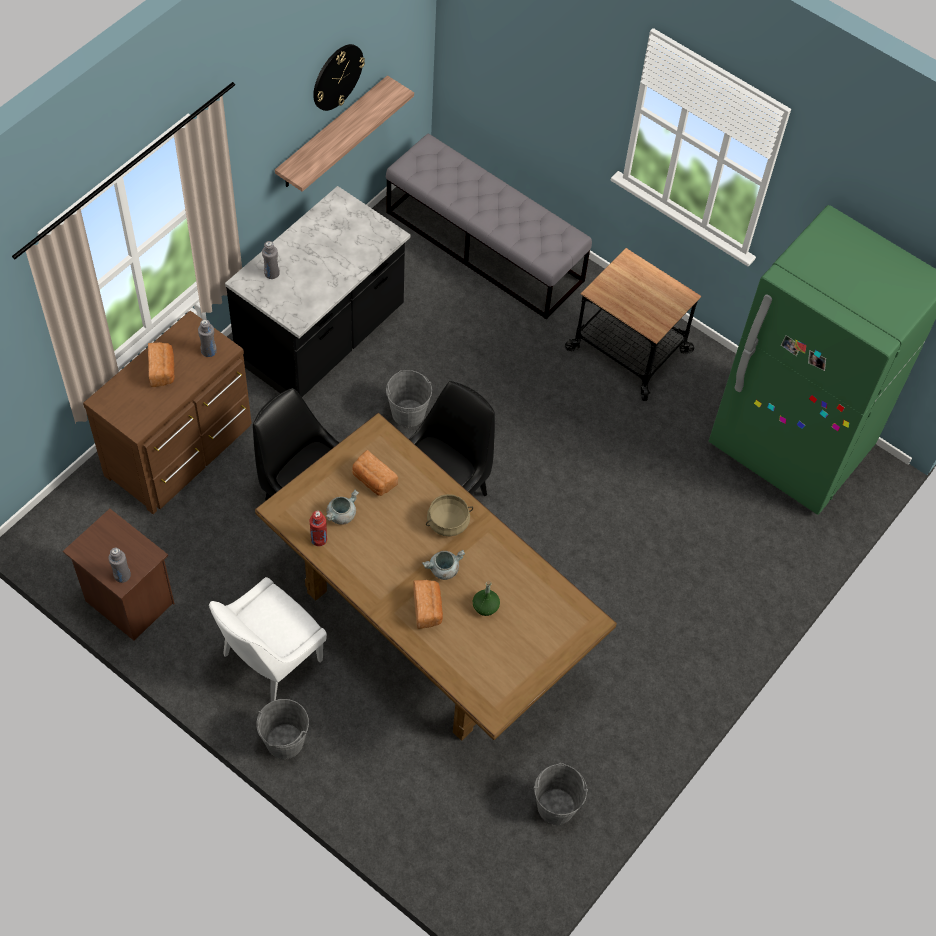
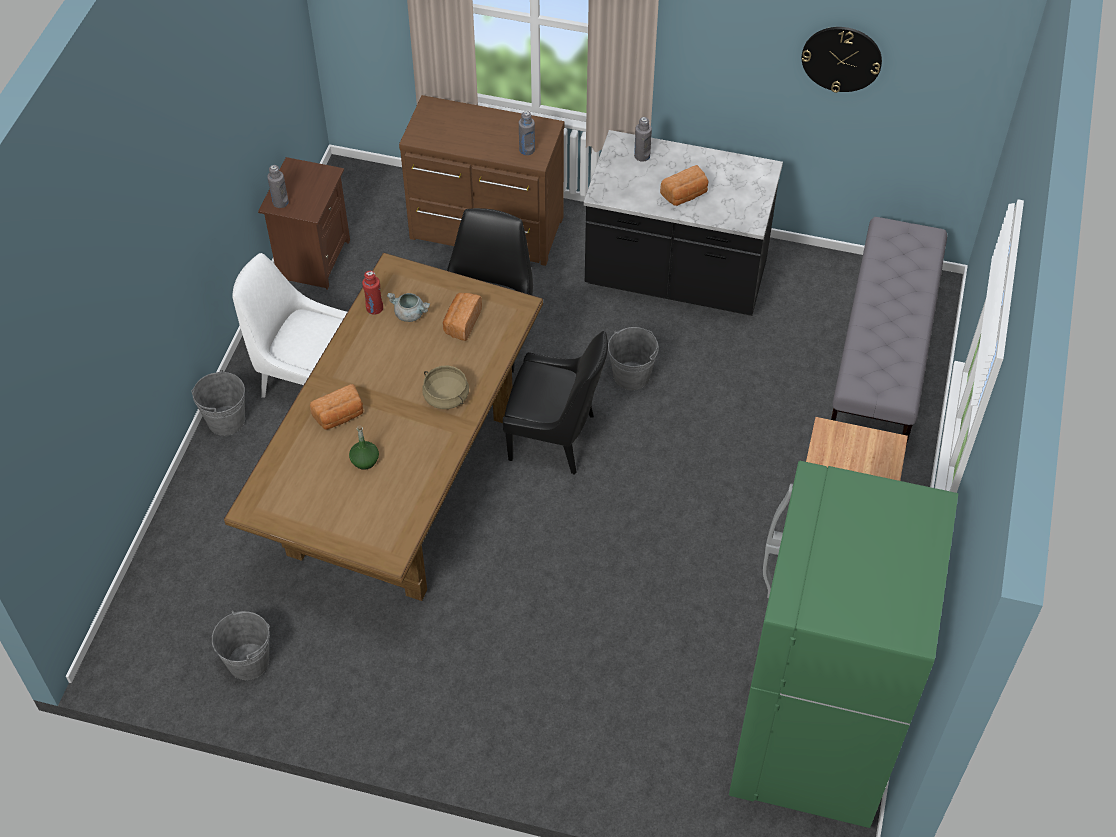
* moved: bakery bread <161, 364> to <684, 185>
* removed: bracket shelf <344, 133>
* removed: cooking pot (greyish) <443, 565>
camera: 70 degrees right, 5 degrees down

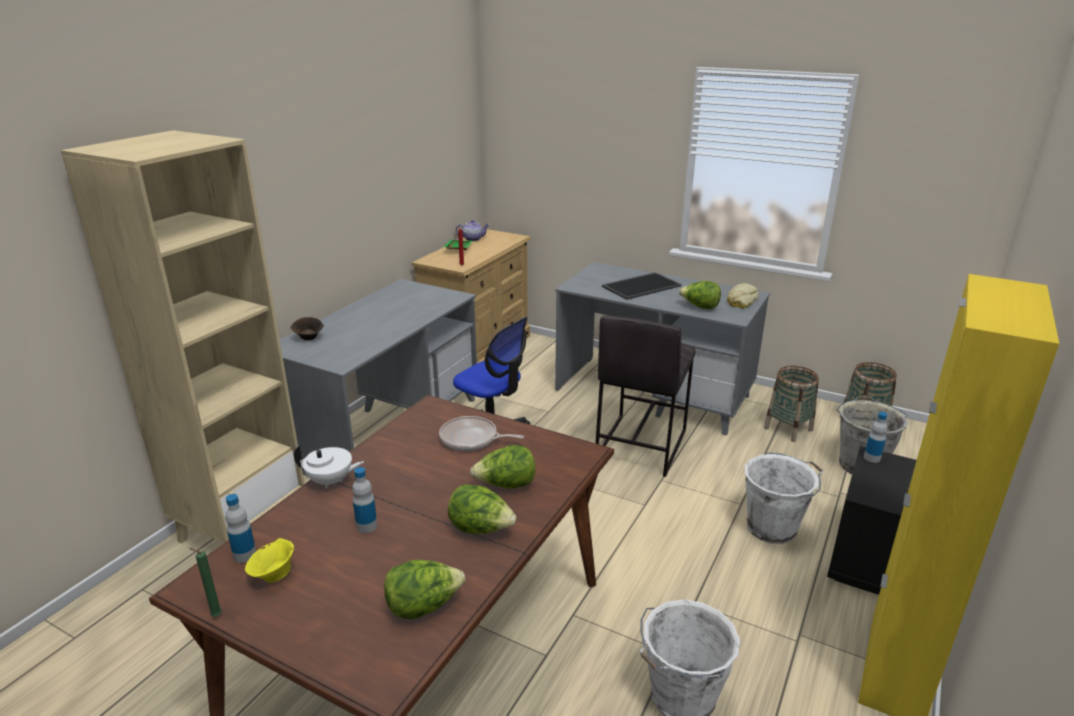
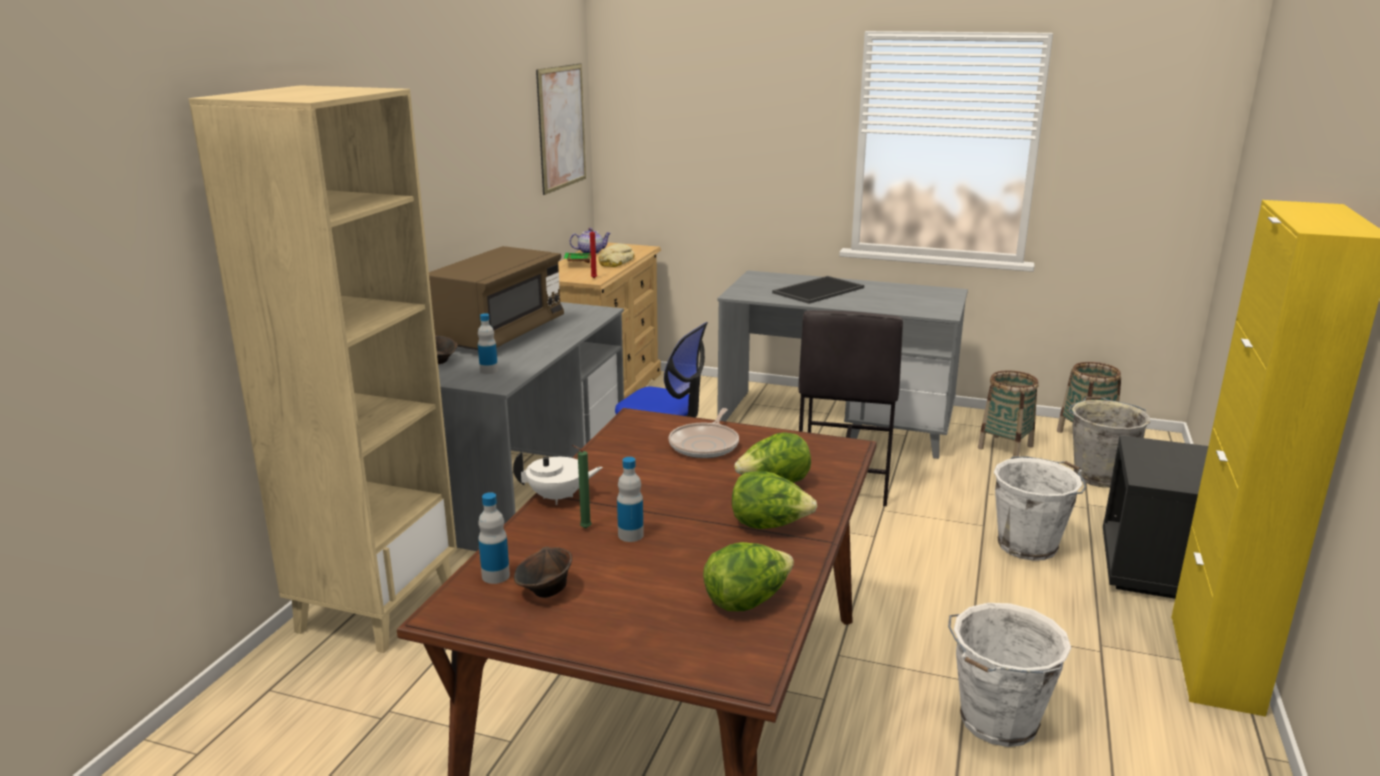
* added: microwave (brown) <496, 298>
* moved: bottle <875, 437> to <488, 343>
* recoloured: deep dish (yellow) <269, 560> to deep dish (brown) <543, 572>
* added: wall art <561, 129>
* moved: wax candle (green-coloured) <205, 582> to <582, 486>
* moved: bakery bread <743, 295> to <616, 255>
* turned: pan <481, 433> = <704, 433> 75 degrees counterclockwise
* removed: head of lettuce <700, 295>
camera: 10 degrees left, 5 degrees down

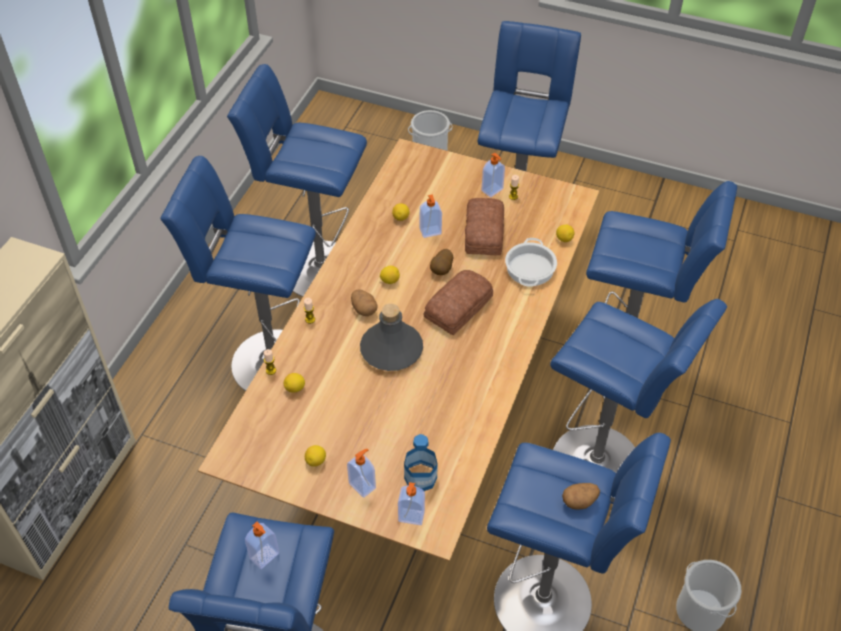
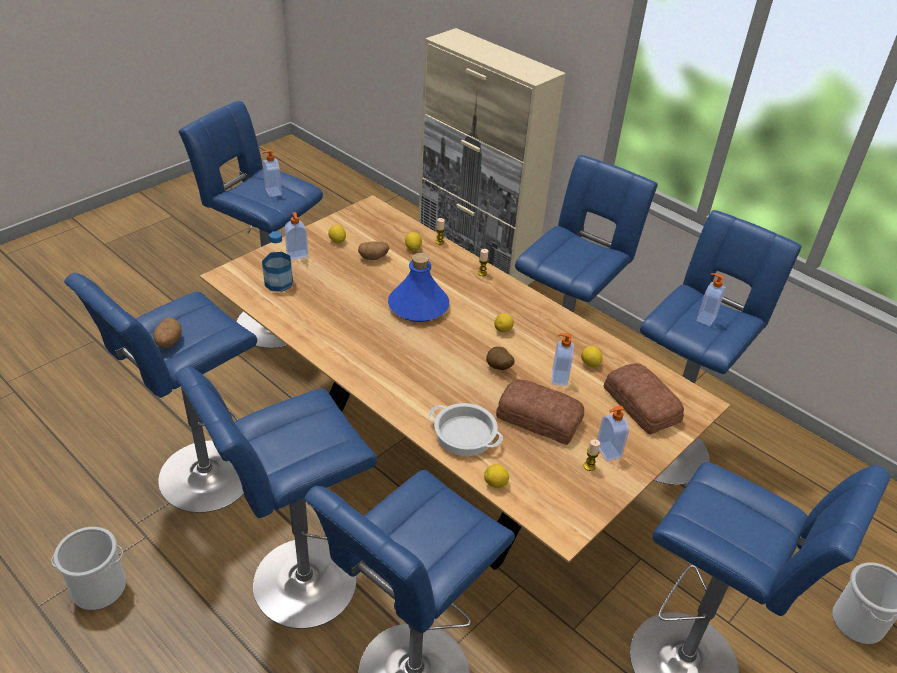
* moved: potato <364, 303> to <373, 251>
* recoloured: bottle (greyish) <391, 337> to bottle (blue-coloured) <418, 287>
* moved: bakery bread <458, 302> to <644, 399>
* moved: soap bottle <411, 503> to <711, 299>
camera: 110 degrees right, 10 degrees down

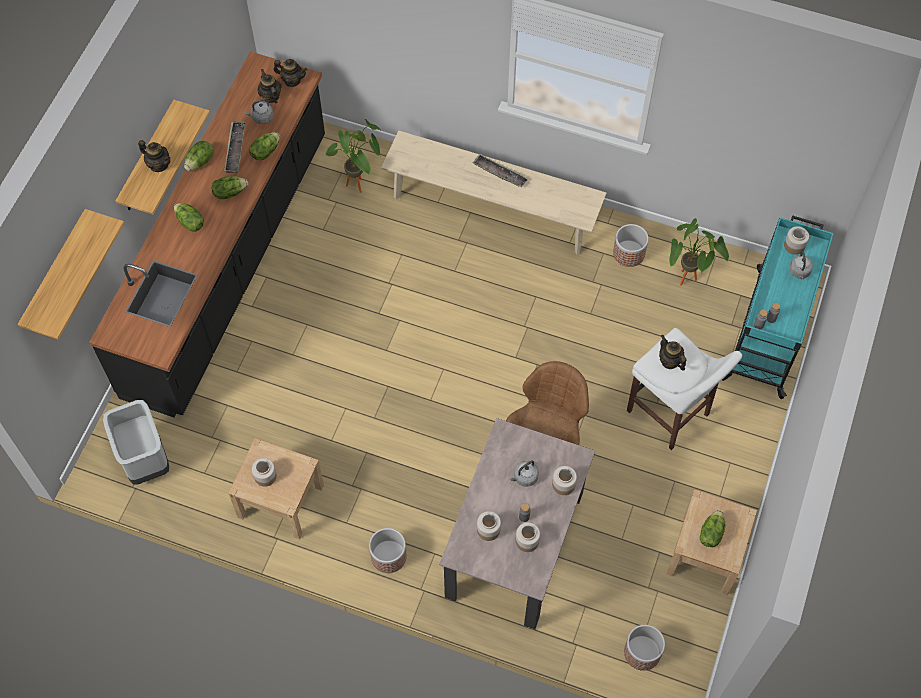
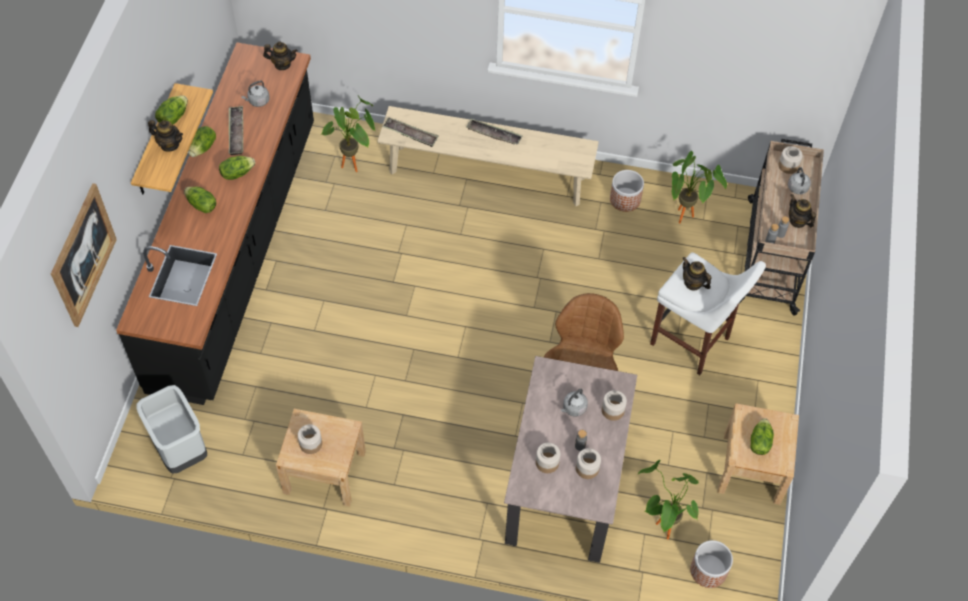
* replaced: bracket shelf <71, 274> to wall art <84, 255>
* moved: head of lettuce <264, 146> to <171, 109>
* added: tray <411, 132>
* added: plant in a pot <668, 499>
* recoloured: trolley (blue-green) <778, 307> to trolley (beige) <781, 227>
* moved: teapot <269, 86> to <802, 211>
* removed: planter <388, 550>
camera: 10 degrees left, 5 degrees down

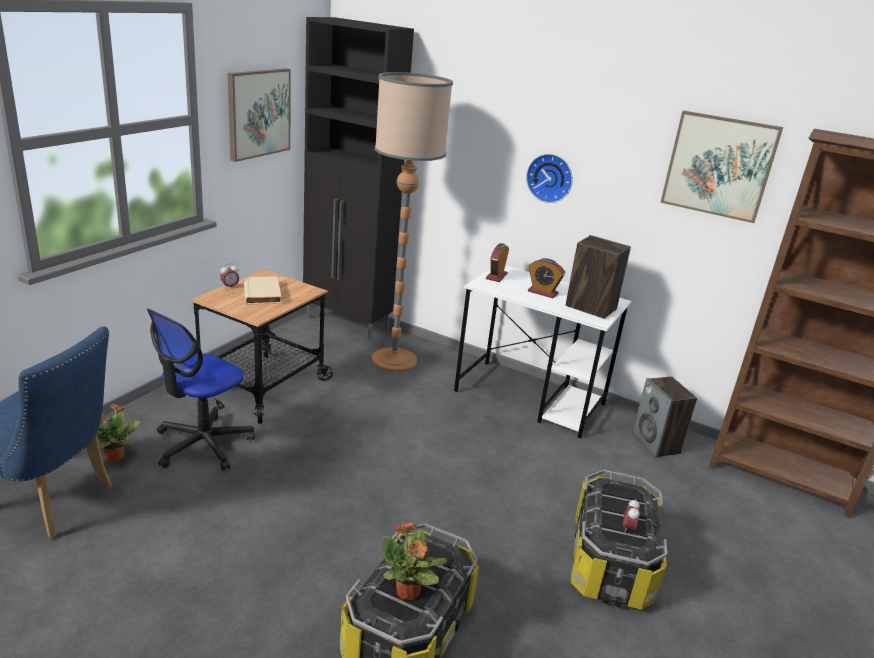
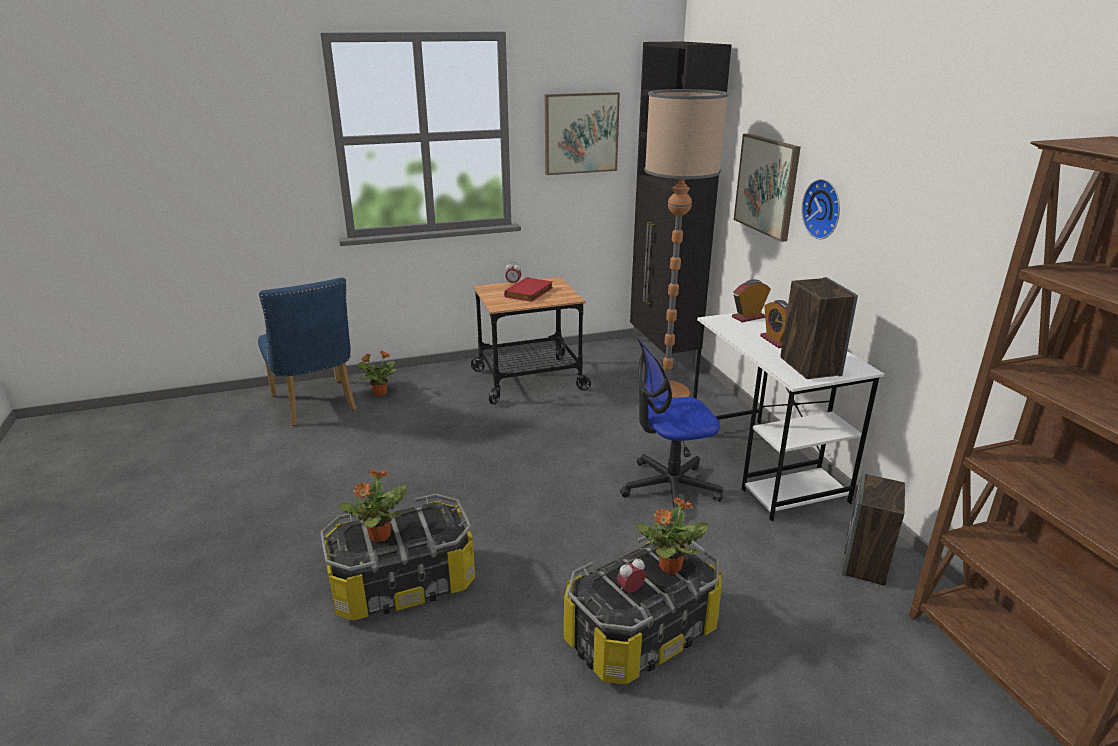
* recoloured: bound book (beige) <262, 290> to bound book (red) <528, 289>
* moved: office chair <201, 390> to <671, 422>
* added: plant in a pot <672, 535>
* moved: wall art <721, 167> to <767, 187>
camera: 45 degrees right, 0 degrees up

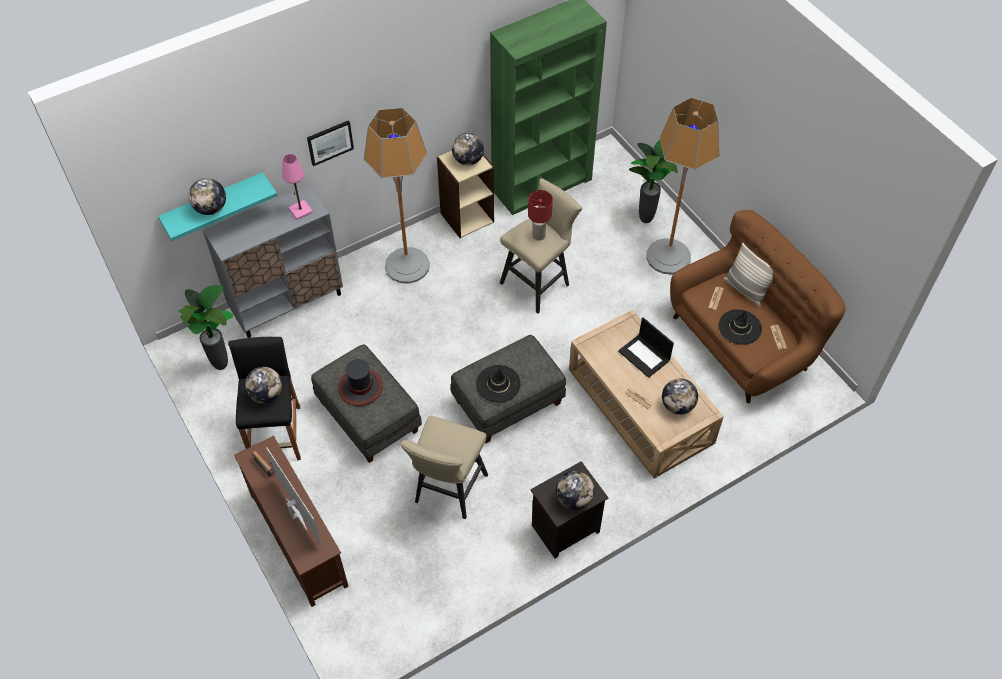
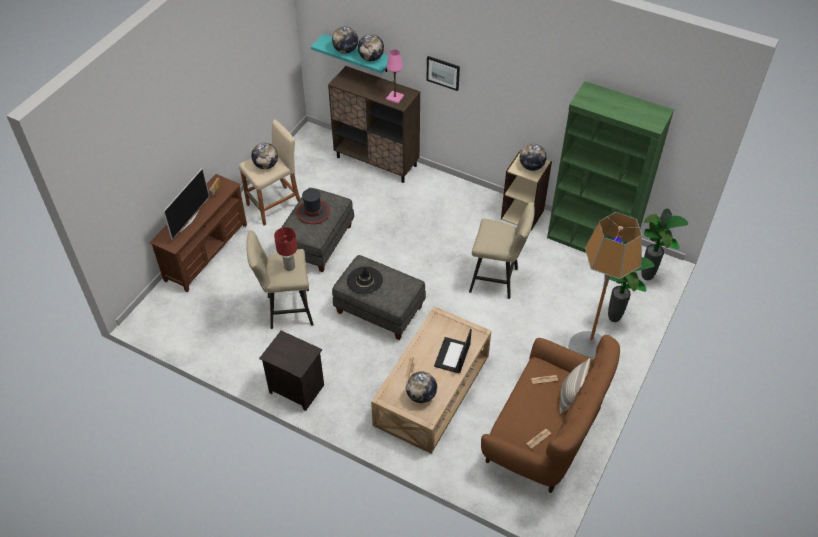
* recoloured: stool (black) <264, 398> to stool (beige) <270, 172>
* moved: table lamp (red) <540, 215> to <285, 249>
* recoloured: cabinet (greyish) <273, 261> to cabinet (brown) <374, 124>
* moved: globe <575, 490> to <371, 47>
* moved: plant in a pot <206, 327> to <664, 244>
* removed: standard lamp <397, 196>
* removed: wearable hat (black) <740, 327>
camera: 60 degrees right, 5 degrees down

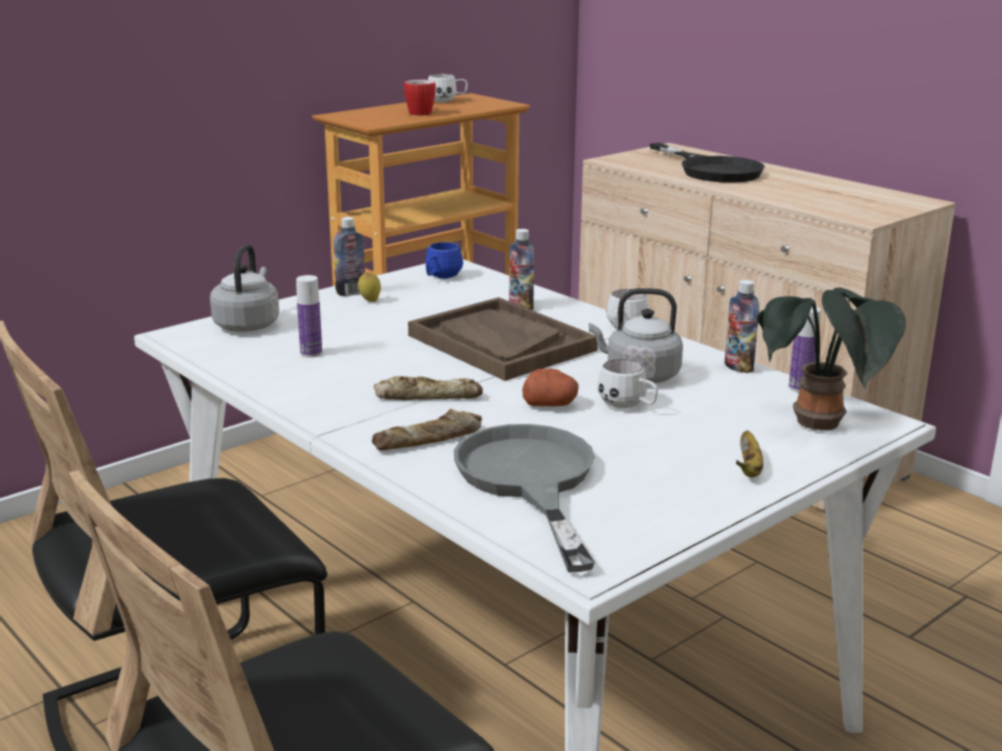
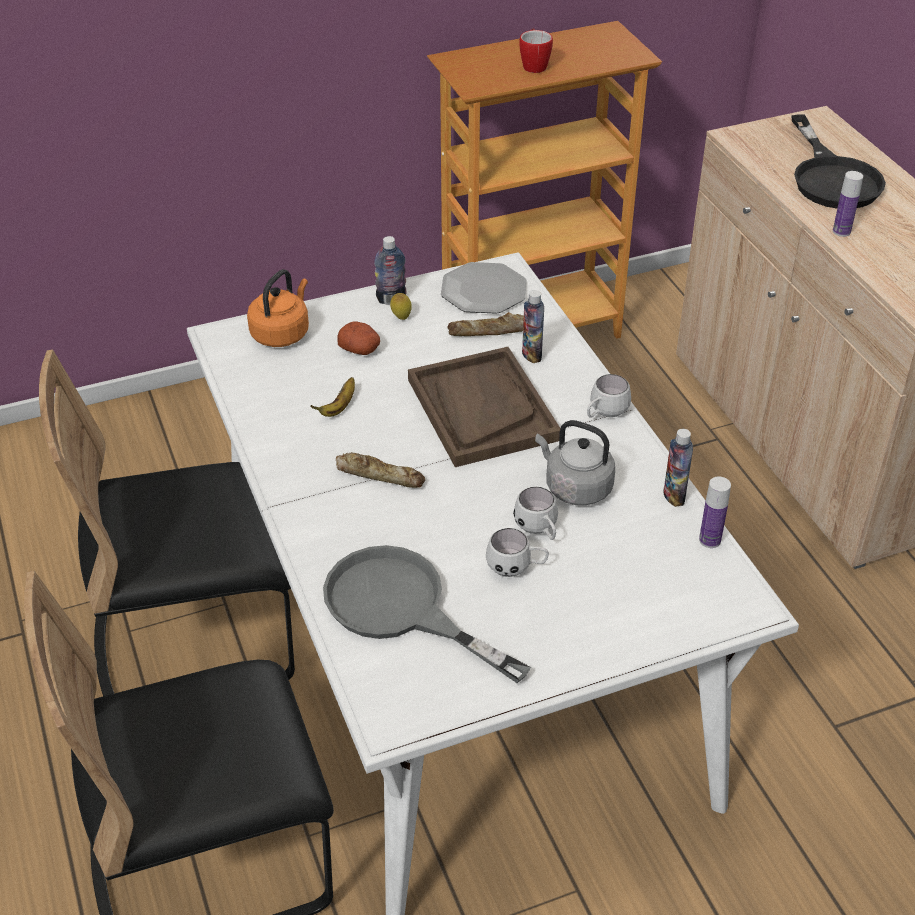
* recoloured: tea kettle (greyish) <244, 288> to tea kettle (orange-coloured) <278, 308>
* moved: whole banana <749, 454> to <332, 397>
* turned: pan (greyish) <524, 498> = <427, 614> 60 degrees counterclockwise
* moved: potato <550, 387> to <358, 338>
* replaced: coffee mug (blue-coloured) <444, 260> to plate <484, 288>
* moved: bakery bread <427, 430> to <486, 324>
* moved: coffee mug (whitish) <448, 88> to <517, 552>
* moved: bottle <309, 316> to <848, 204>
* removed: plant in a pot <831, 359>
camera: 20 degrees right, 20 degrees up

